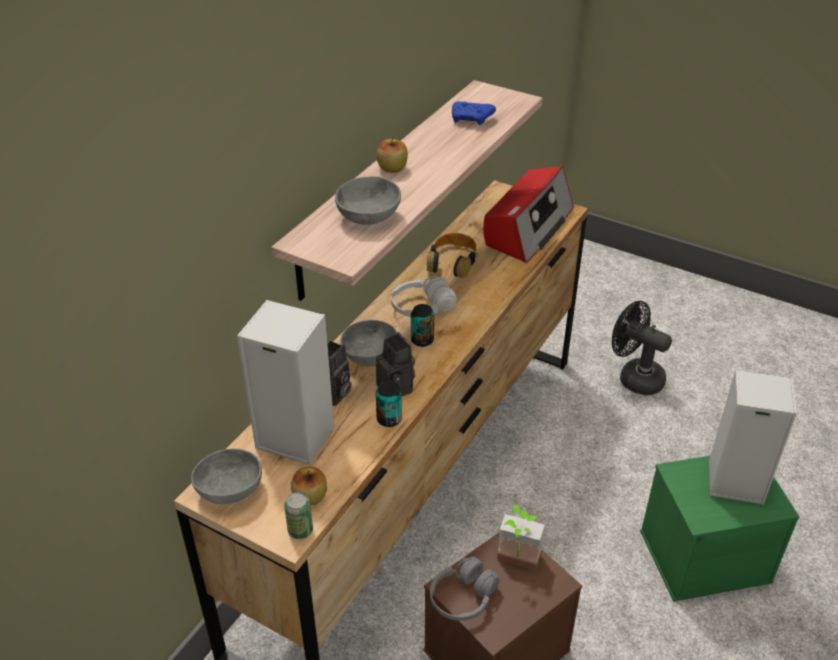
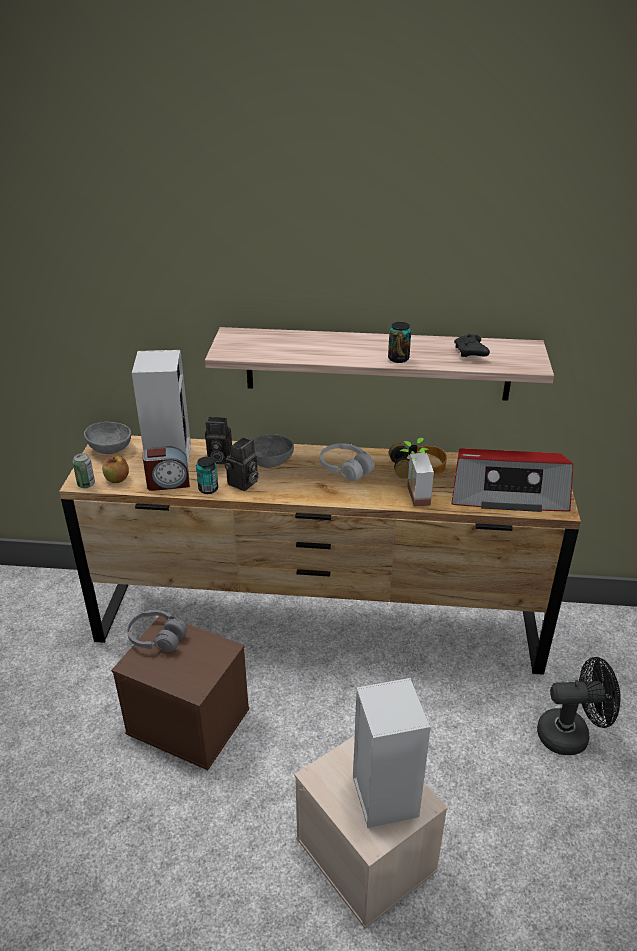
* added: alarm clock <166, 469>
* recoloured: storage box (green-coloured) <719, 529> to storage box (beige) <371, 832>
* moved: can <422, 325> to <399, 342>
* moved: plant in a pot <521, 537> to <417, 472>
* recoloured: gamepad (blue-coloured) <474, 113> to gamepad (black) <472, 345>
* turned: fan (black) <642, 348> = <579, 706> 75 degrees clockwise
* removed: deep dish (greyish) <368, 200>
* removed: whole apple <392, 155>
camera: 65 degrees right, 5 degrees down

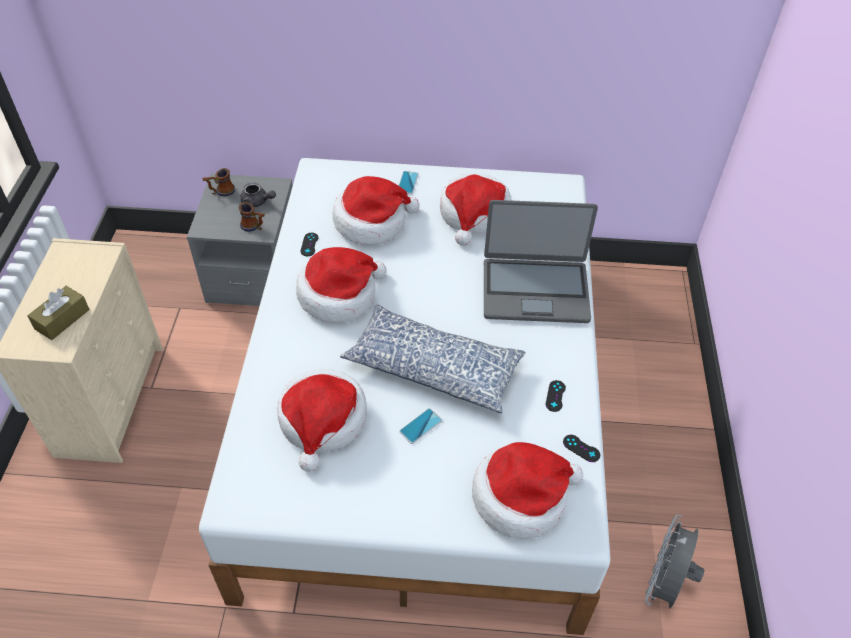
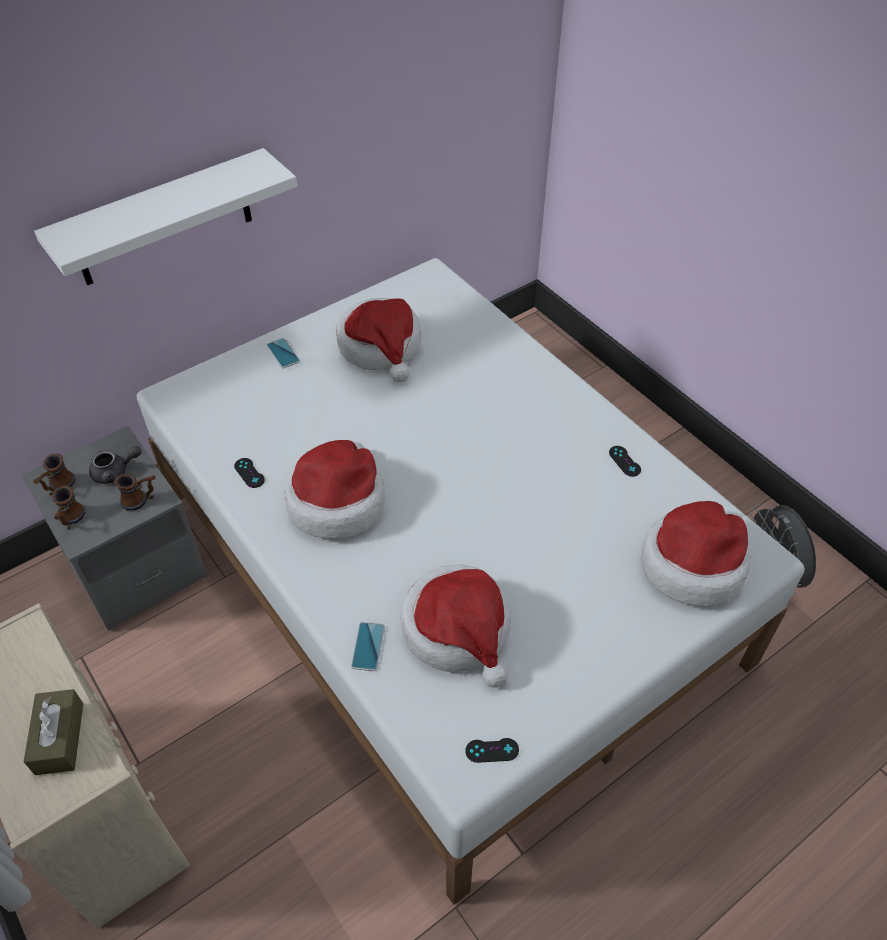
* added: bracket shelf (whitish) <165, 216>
* added: coffee mug <68, 507>
* moved: phone <421, 426> to <368, 646>
* moved: gamepad (black) <581, 448> to <492, 750>
* removed: wearable hat <376, 210>
* removed: throw pillow <433, 358>
* removed: notebook computer <541, 261>
camera: 40 degrees left, 0 degrees up

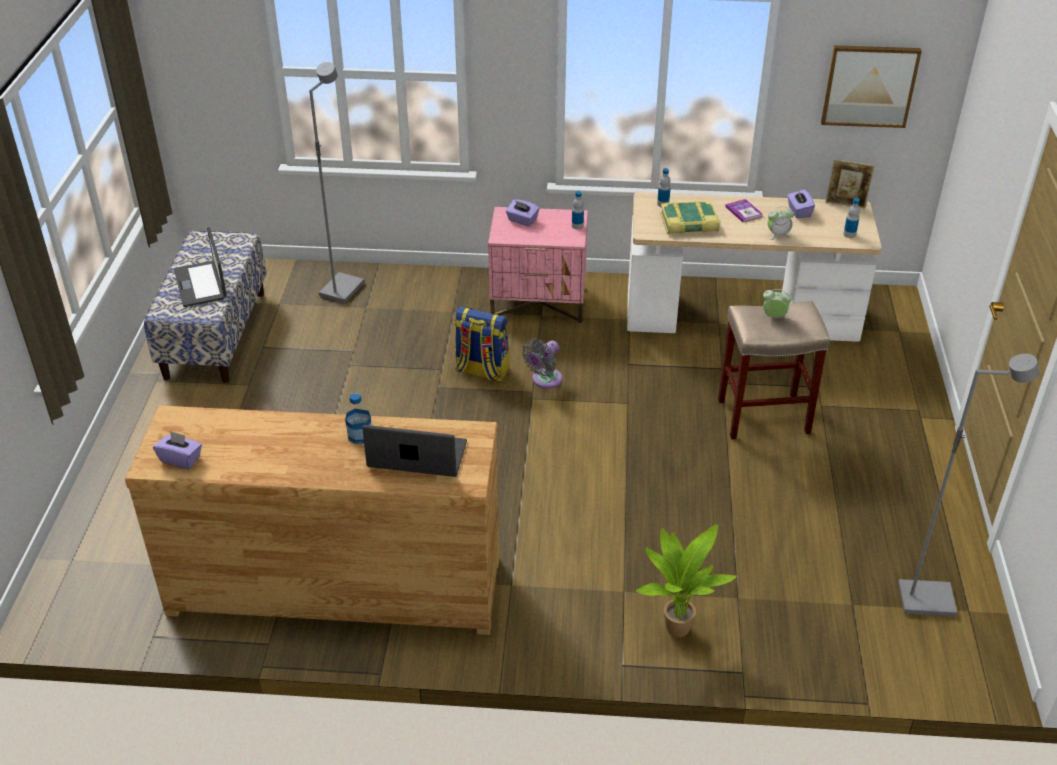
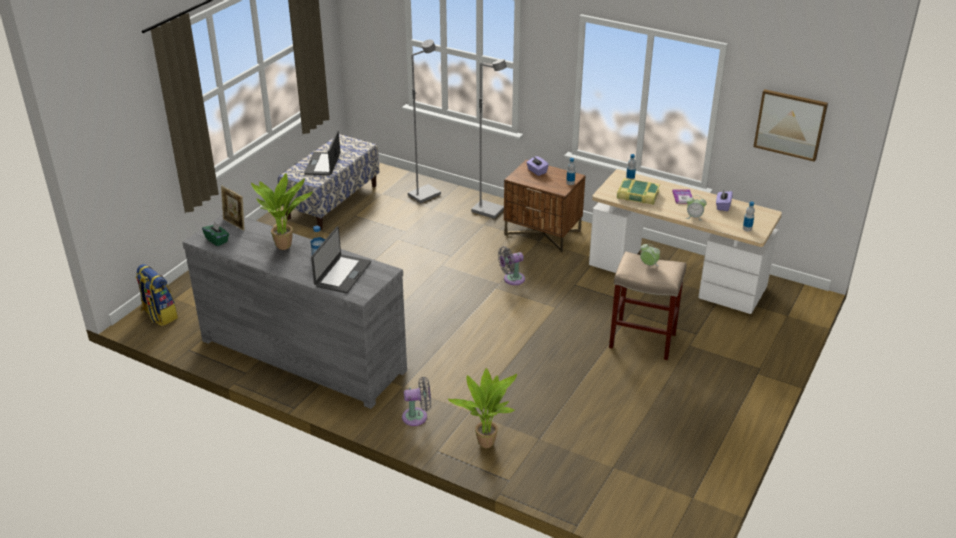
* moved: backpack <481, 344> to <157, 295>
* recoloured: dresser (brown) <312, 520> to dresser (greyish) <295, 311>
* recoloured: box of tissues (purple-coloured) <177, 450> to box of tissues (green-coloured) <215, 234>
* moved: photo frame <850, 183> to <233, 208>
* added: plant in a pot <282, 211>
* turned: notebook computer <414, 451> = <341, 260> 75 degrees clockwise
* added: fan (greyish) <416, 401>
* moved: standard lamp (greyish) <968, 485> to <489, 139>
* recoloured: bedside table (pinkish) <538, 265> to bedside table (brown) <545, 206>
camera: 25 degrees right, 5 degrees down

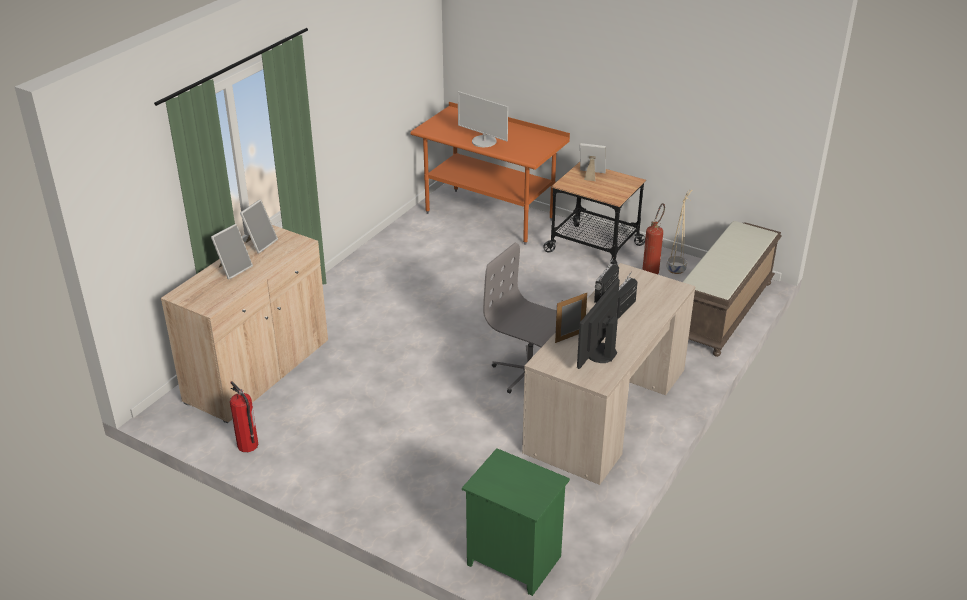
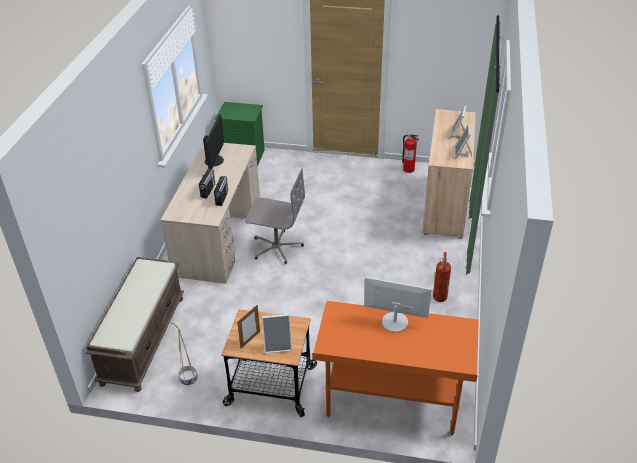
* moved: photo frame <571, 318> to <248, 326>
* moved: fire extinguisher <653, 238> to <442, 277>
camera: 160 degrees right, 5 degrees up

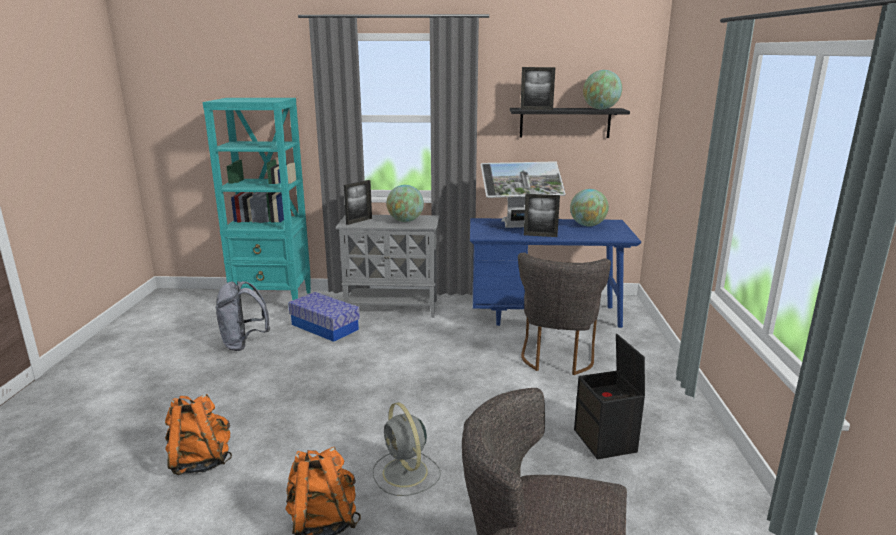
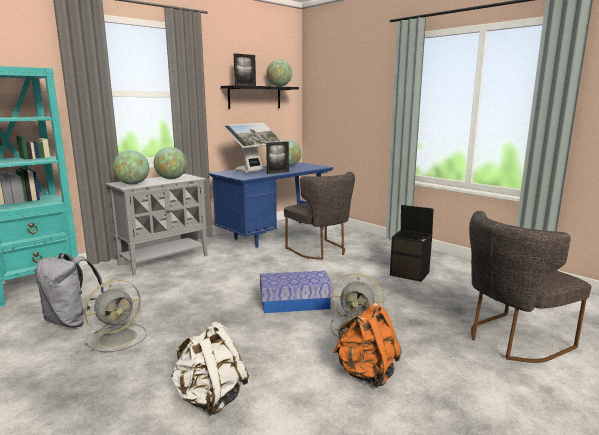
* added: fan (greyish) <115, 316>
* replaced: photo frame <358, 202> to globe <131, 167>
* recoloured: backpack (orange-coloured) <198, 434> to backpack (whitish) <209, 369>
* moved: storage box <324, 317> to <296, 292>
camera: 45 degrees left, 5 degrees down

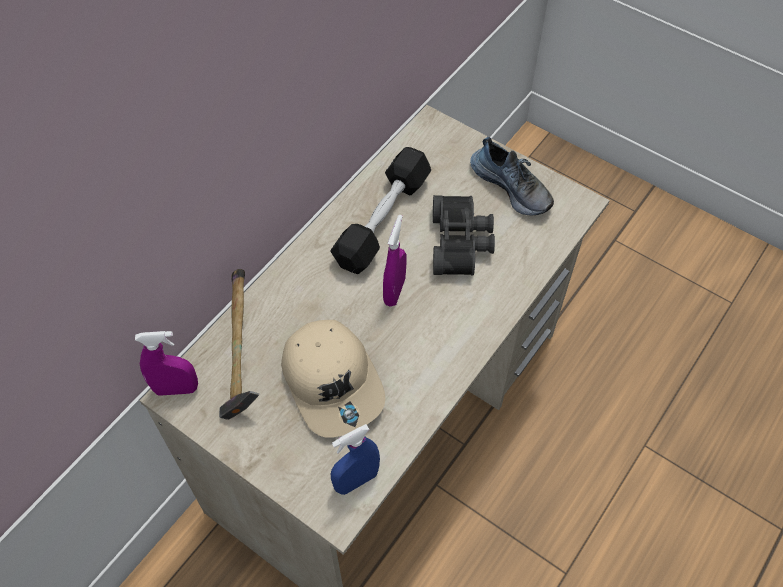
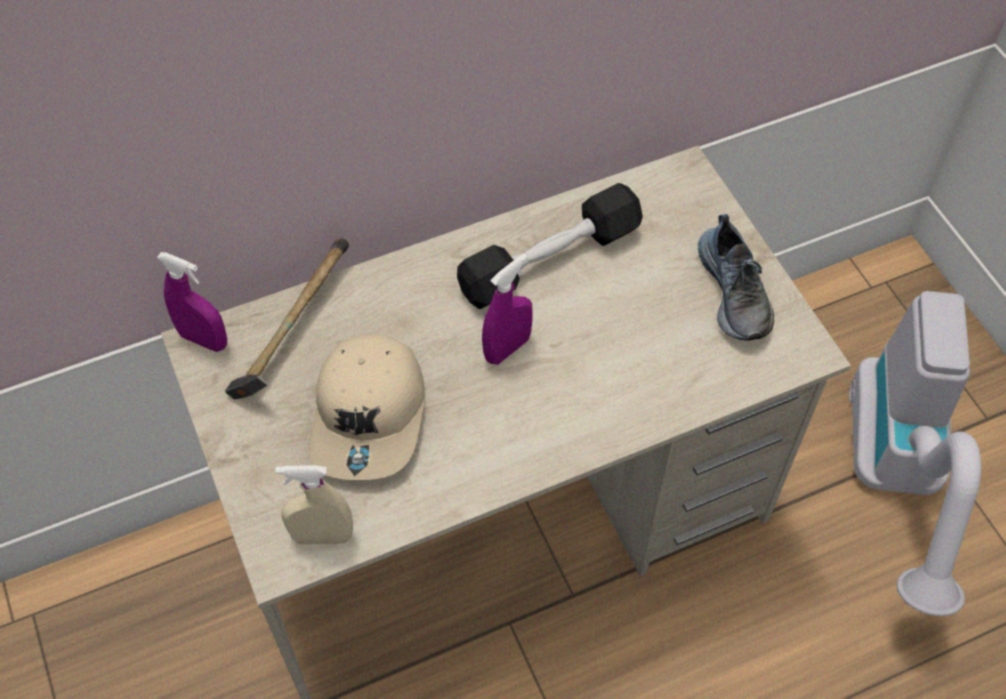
* recoloured: sprayer (blue-coloured) <355, 459> to sprayer (beige) <314, 505>
* added: hoover <915, 453>
* removed: field glasses (black) <464, 235>
camera: 30 degrees right, 0 degrees up

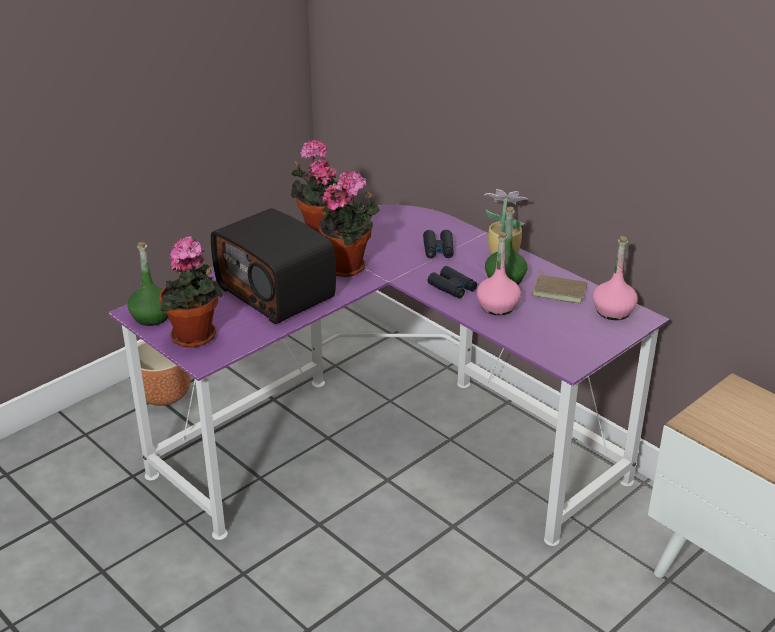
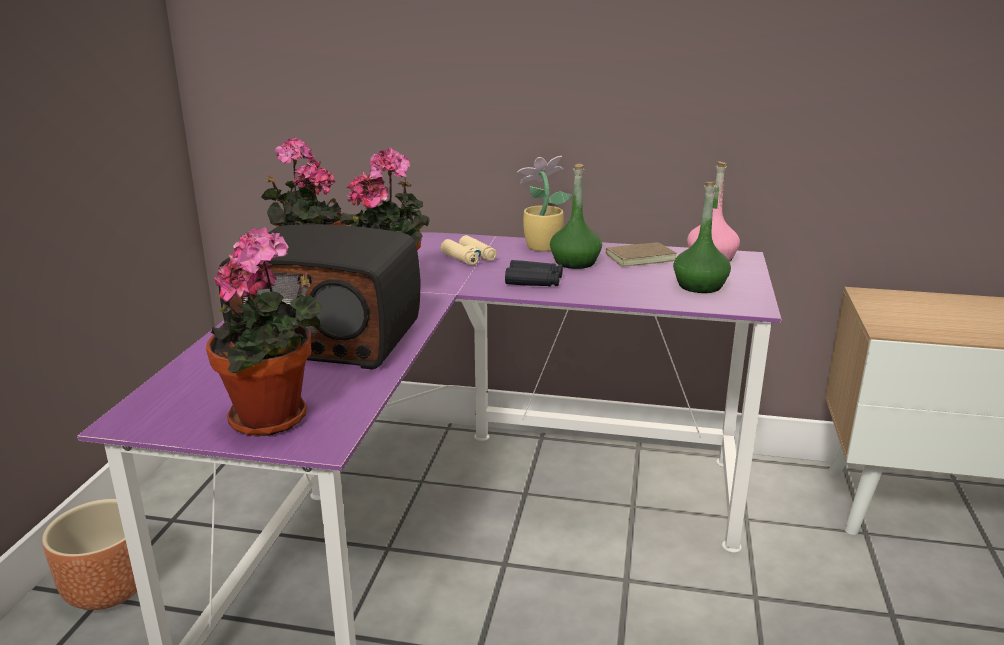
* recoloured: field glasses (black) <438, 244> to field glasses (beige) <469, 250>
* moved: bottle (green-coloured) <147, 284> to <702, 237>
* removed: bottle (pinkish) <499, 273>
camera: 35 degrees left, 10 degrees down

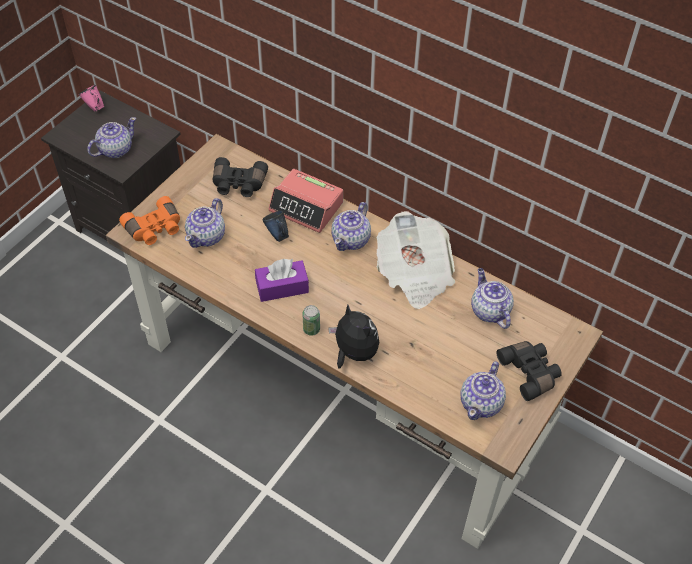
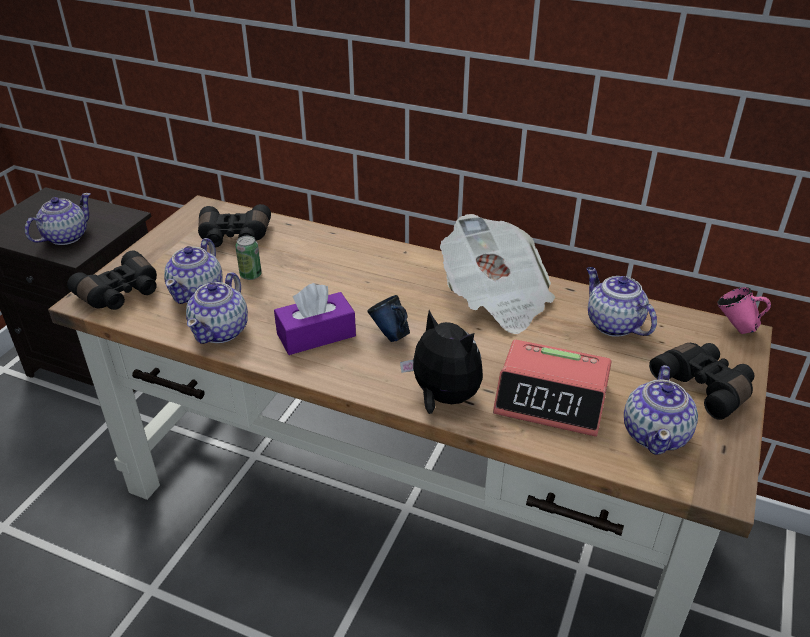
* recoloured: field glasses (orange-coloured) <149, 220> to field glasses (black) <112, 280>
* moved: teapot <351, 226> to <217, 308>
* moved: can <311, 320> to <248, 258>
* moved: coffee mug (blue-coloured) <275, 226> to <388, 318>
* moved: alarm clock <305, 201> to <552, 388>
* moved: coffee mug (pinkish) <91, 98> to <744, 310>
camera: 10 degrees left, 15 degrees down

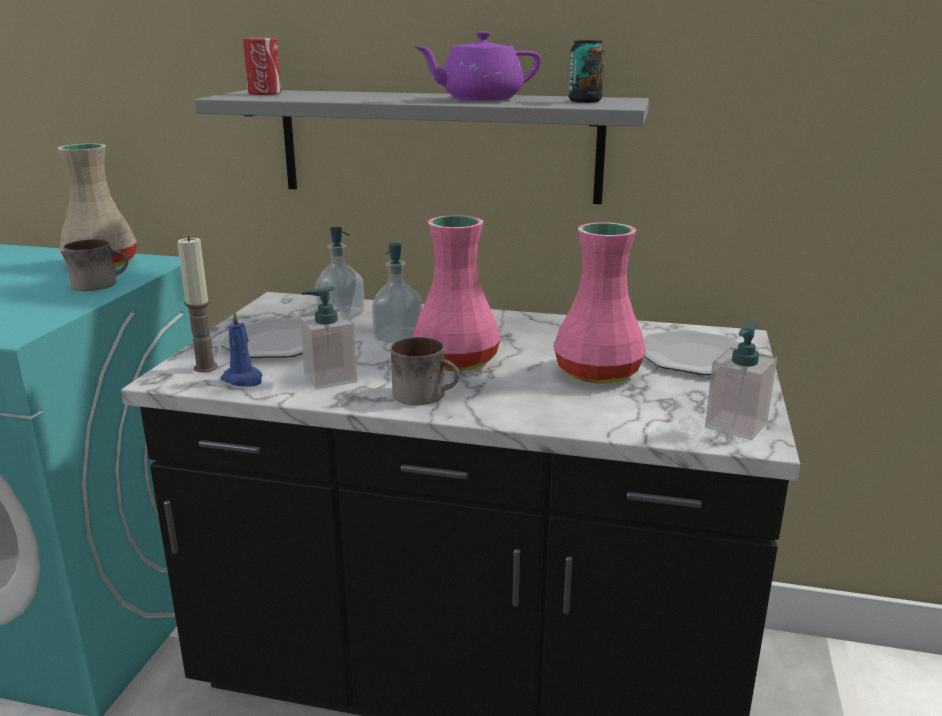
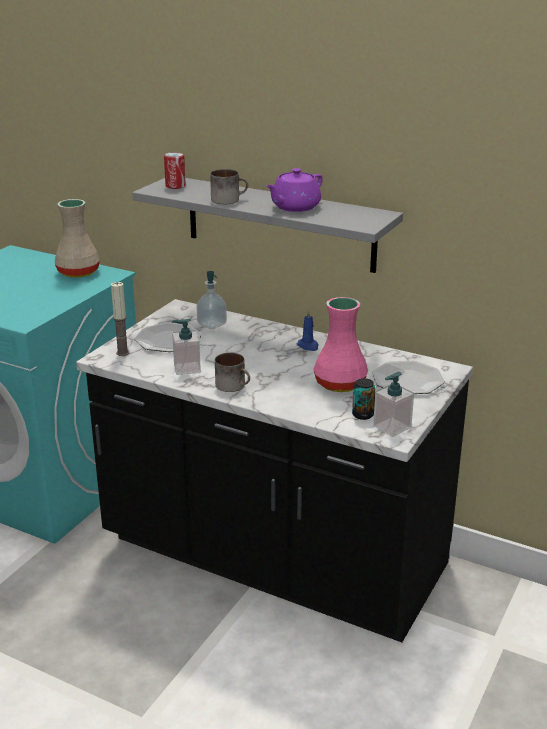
* moved: coffee mug <96, 265> to <229, 186>
* turned: teapot (purple-coloured) <478, 66> = <294, 190> 45 degrees counterclockwise
* moved: wax candle (blue-coloured) <241, 347> to <308, 330>
* moved: can <587, 71> to <363, 399>
* removed: soap bottle <397, 293>
* removed: flower vase (pinkish) <456, 293>
camera: 15 degrees right, 5 degrees up

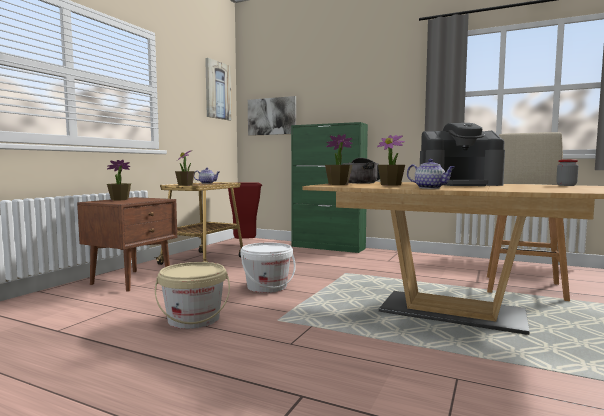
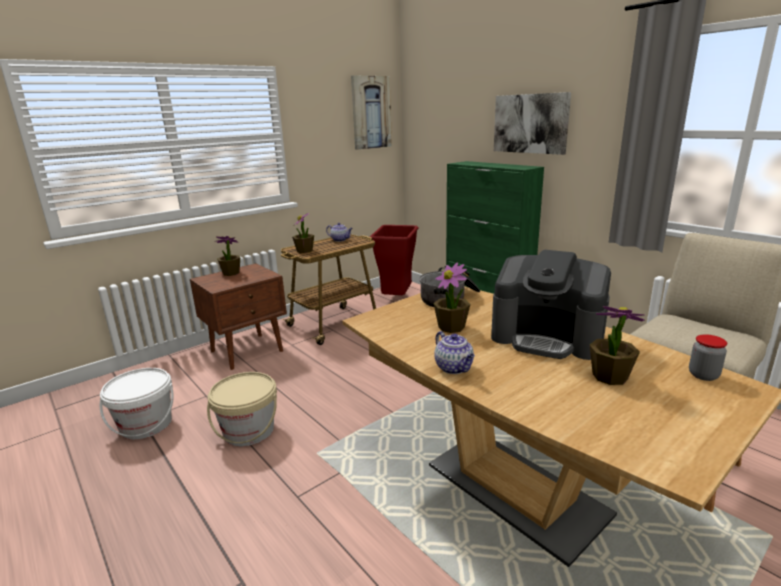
* moved: pail (whitish) <268, 268> to <137, 404>
* moved: wall art <272, 116> to <532, 123>
* moved: plant in a pot <339, 159> to <617, 345>
camera: 25 degrees right, 15 degrees up

